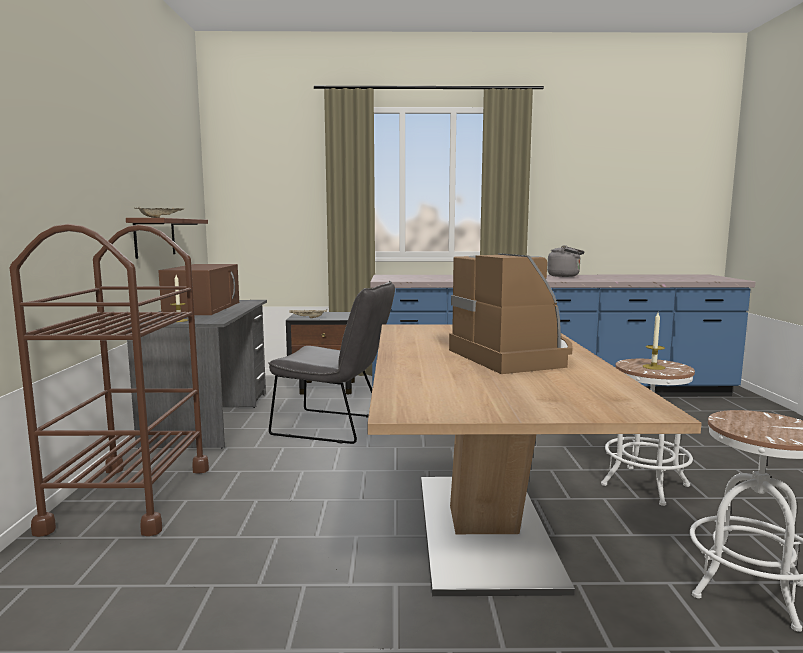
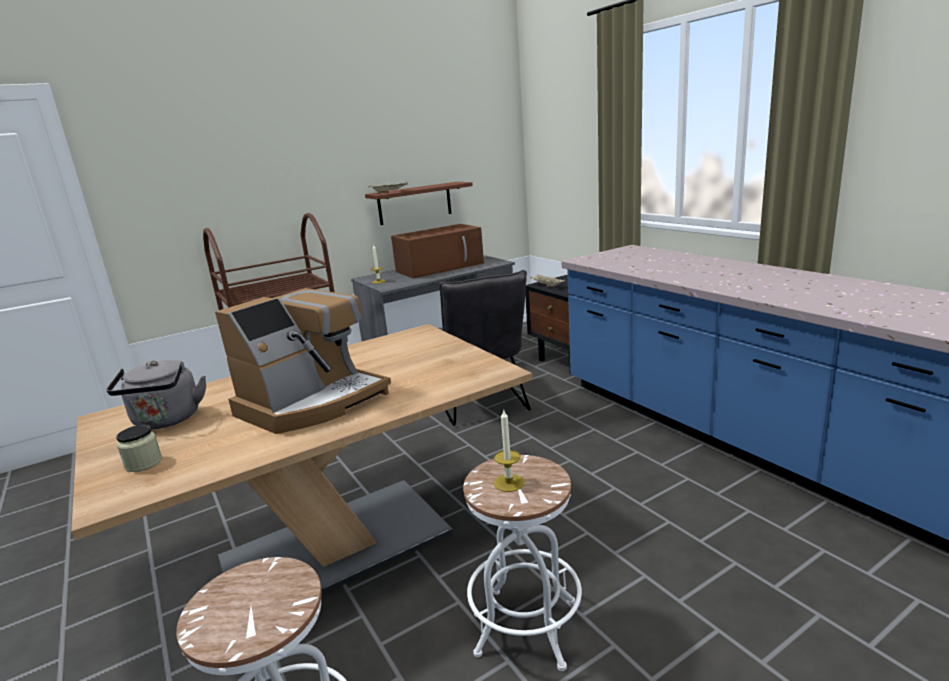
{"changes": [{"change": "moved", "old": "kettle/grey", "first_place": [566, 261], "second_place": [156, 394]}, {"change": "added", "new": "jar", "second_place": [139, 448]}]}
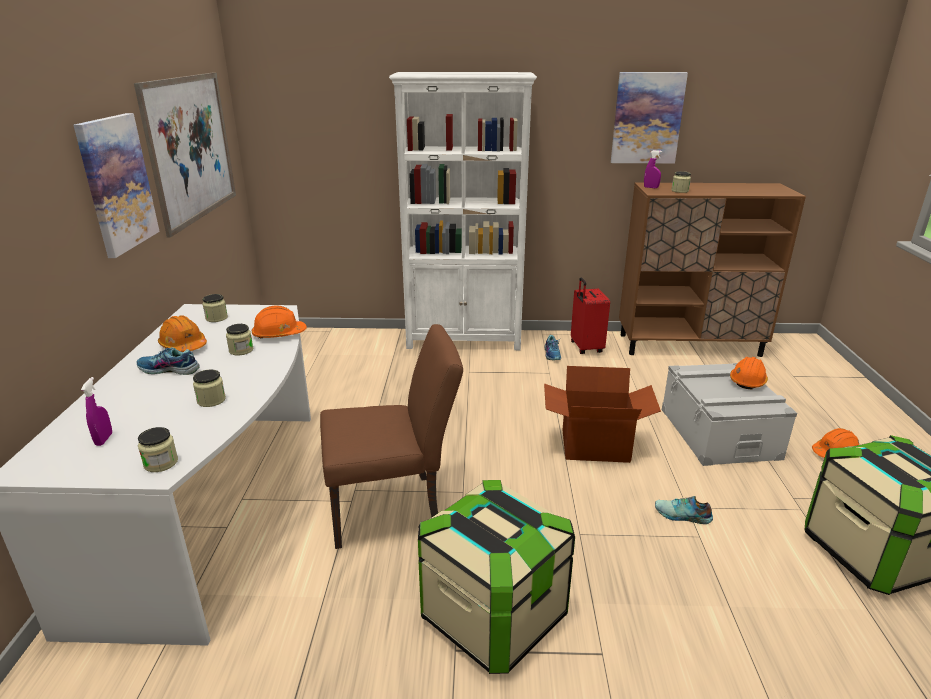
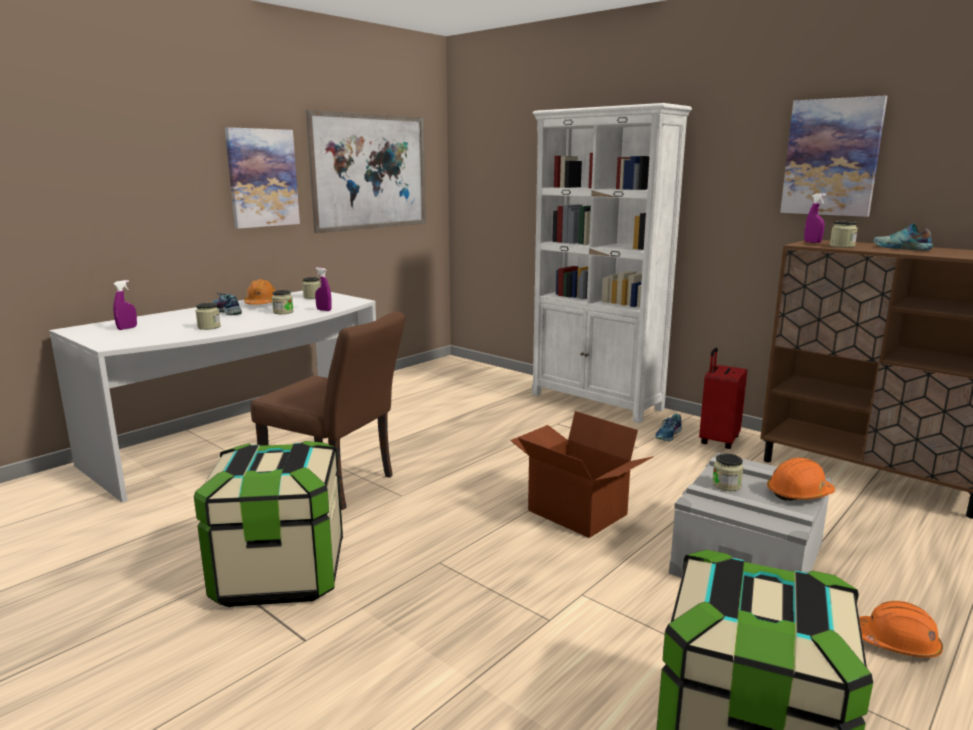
{"changes": [{"change": "replaced", "old": "hard hat/orange", "new": "spray bottle/purple", "first_place": [279, 322], "second_place": [323, 289]}, {"change": "moved", "old": "jar", "first_place": [158, 449], "second_place": [728, 472]}, {"change": "moved", "old": "shoe", "first_place": [684, 510], "second_place": [903, 237]}]}
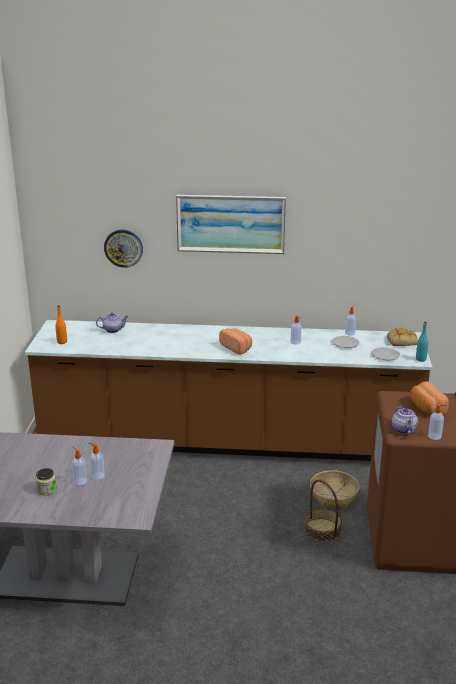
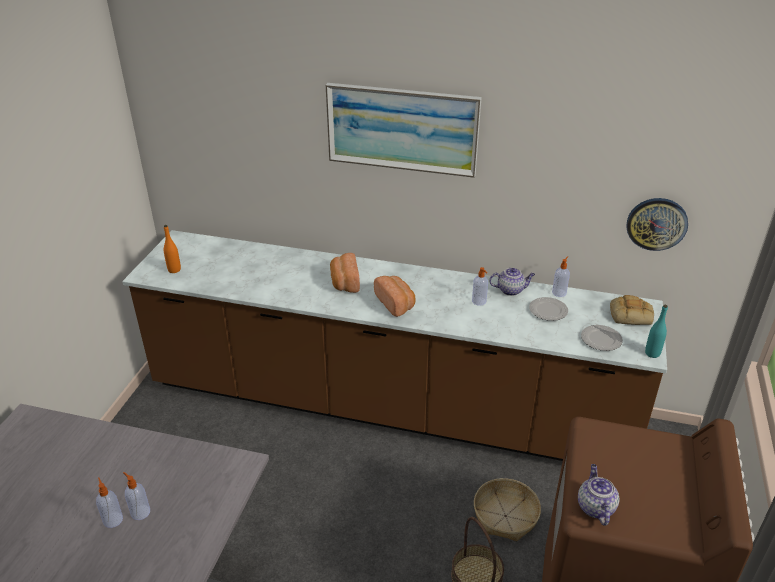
{"changes": [{"change": "moved", "old": "wall clock", "first_place": [123, 249], "second_place": [657, 224]}, {"change": "moved", "old": "teapot", "first_place": [112, 323], "second_place": [512, 282]}, {"change": "moved", "old": "bread", "first_place": [429, 398], "second_place": [345, 273]}, {"change": "removed", "old": "soap dispenser", "first_place": [437, 422]}, {"change": "removed", "old": "jar", "first_place": [46, 481]}]}
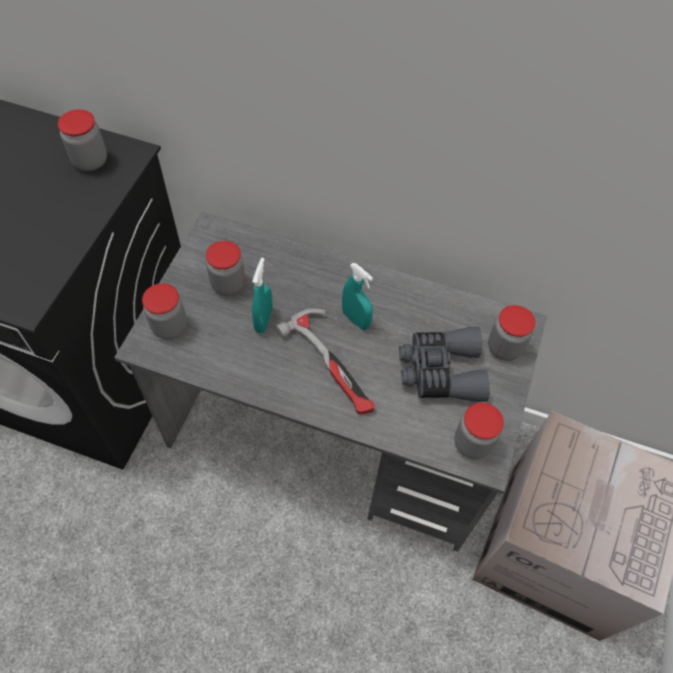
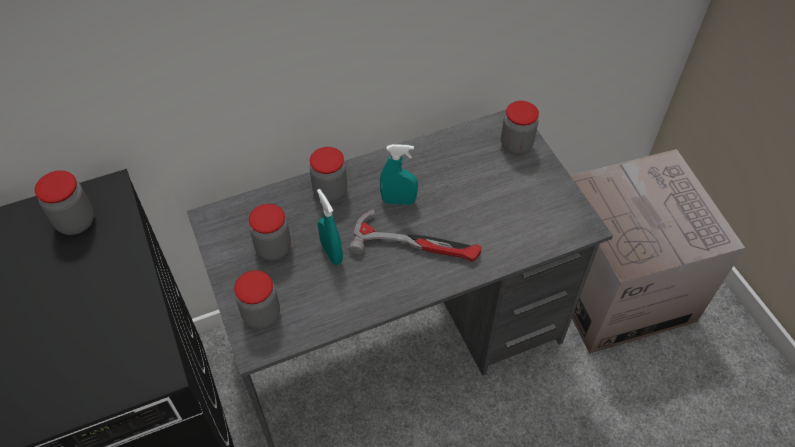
{"changes": [{"change": "removed", "old": "binoculars/grey", "first_place": [444, 364]}, {"change": "moved", "old": "jar", "first_place": [479, 431], "second_place": [328, 174]}]}
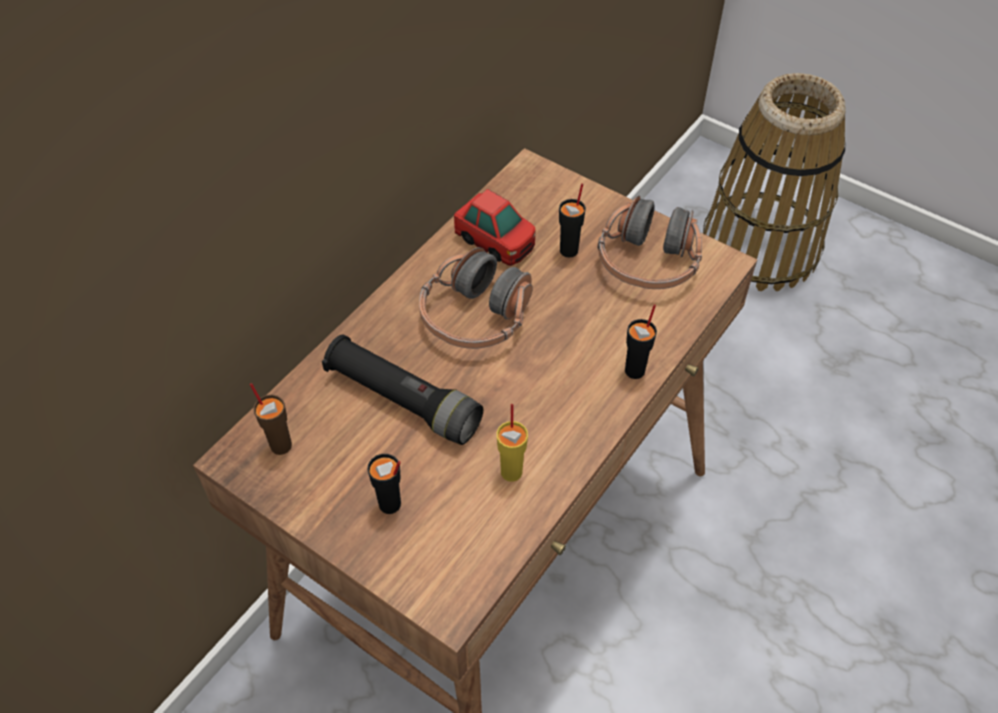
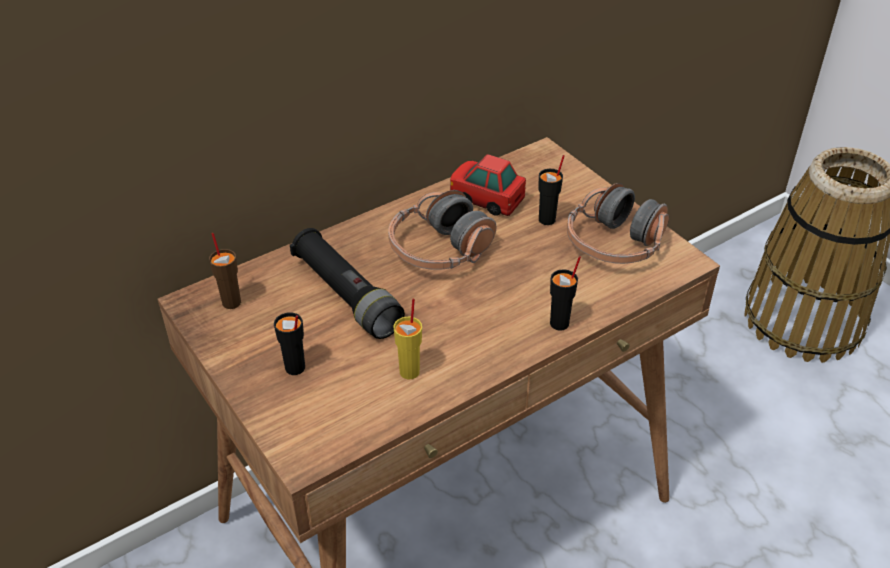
{"changes": [{"change": "turned", "old": "toy car", "first_place": [495, 227], "second_place": [488, 185], "degrees": 150}]}
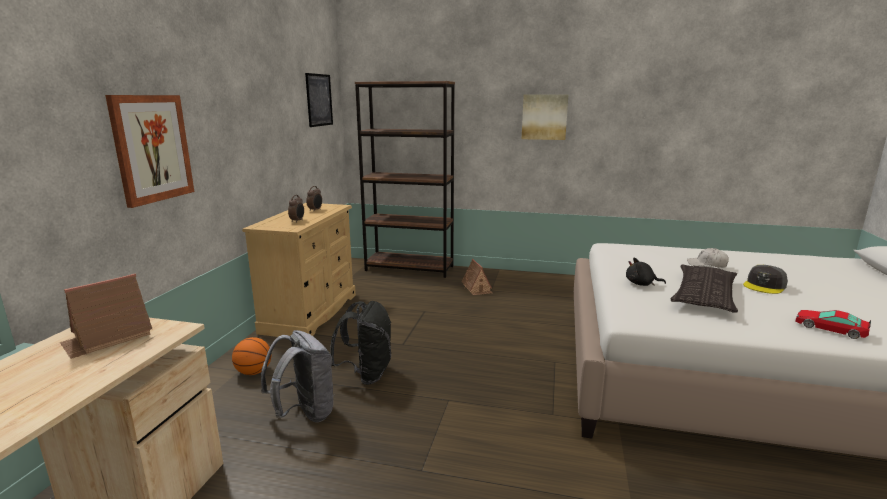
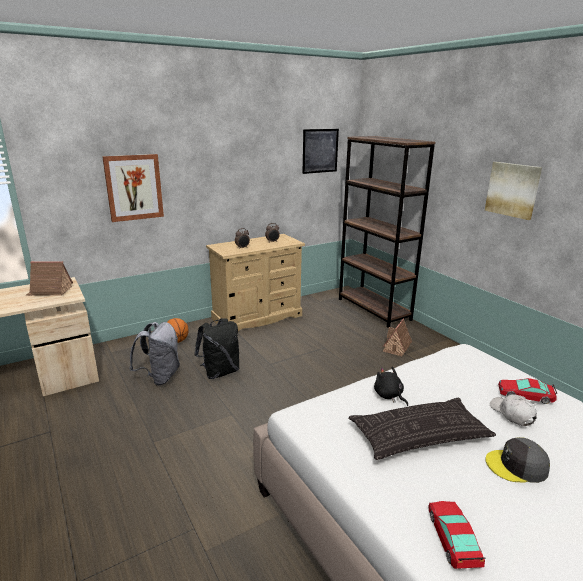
{"changes": [{"change": "added", "new": "toy car", "second_place": [527, 391]}]}
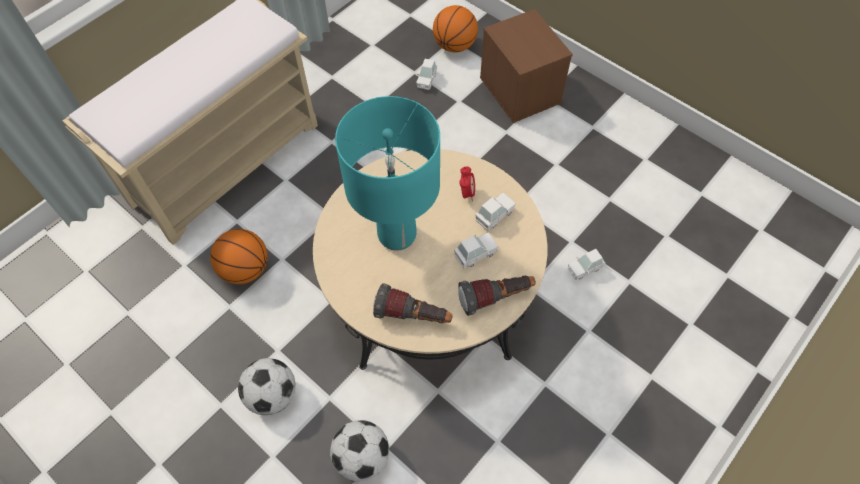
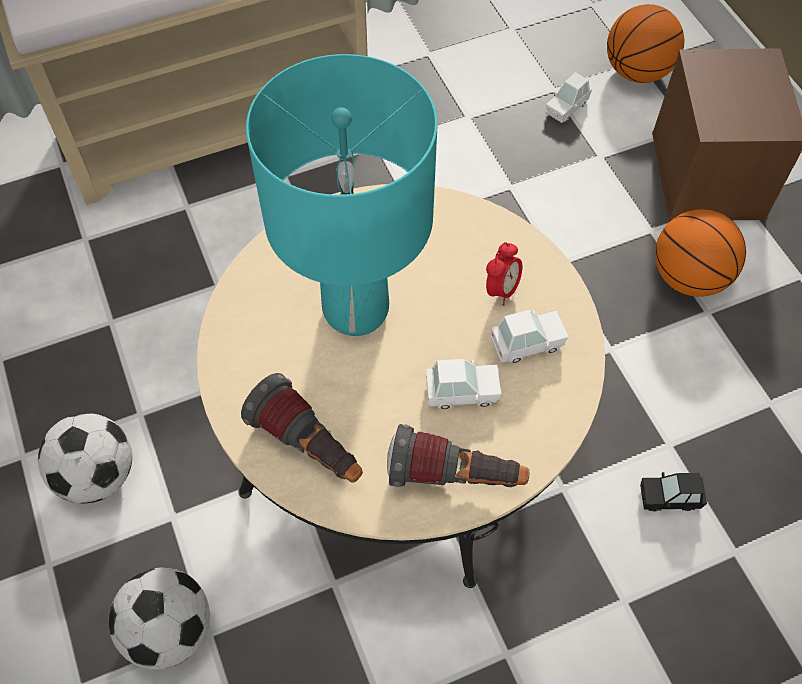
{"changes": [{"change": "moved", "old": "basketball", "first_place": [239, 256], "second_place": [700, 253]}, {"change": "recoloured", "old": "toy car/white", "new": "toy car/black", "first_place": [586, 264], "second_place": [673, 492]}]}
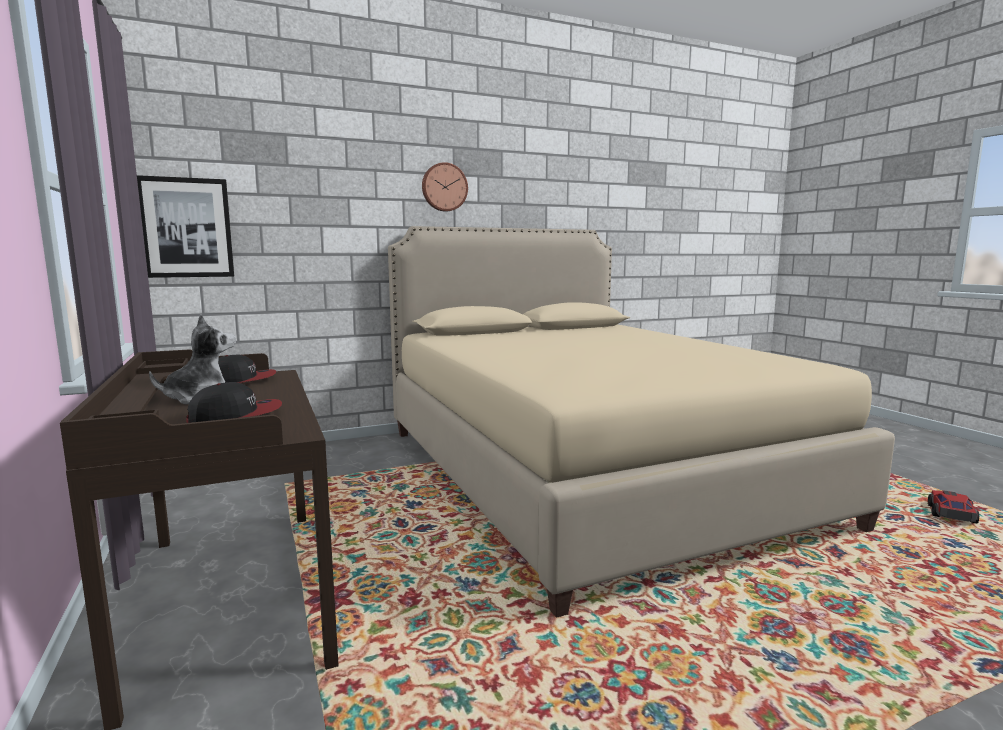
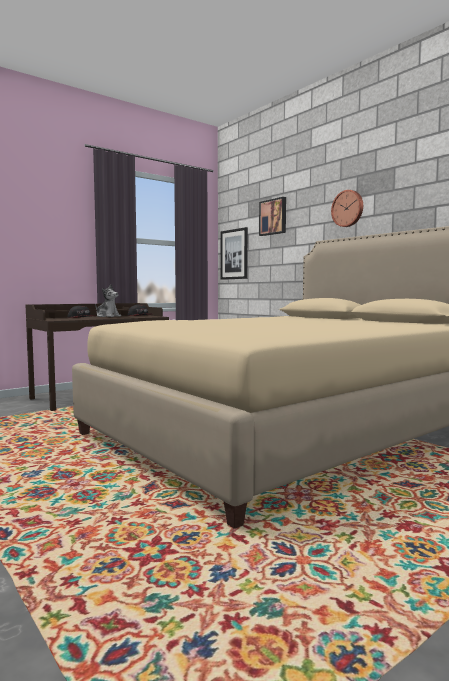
{"changes": [{"change": "removed", "old": "toy car", "first_place": [953, 506]}, {"change": "added", "new": "picture", "second_place": [272, 216]}]}
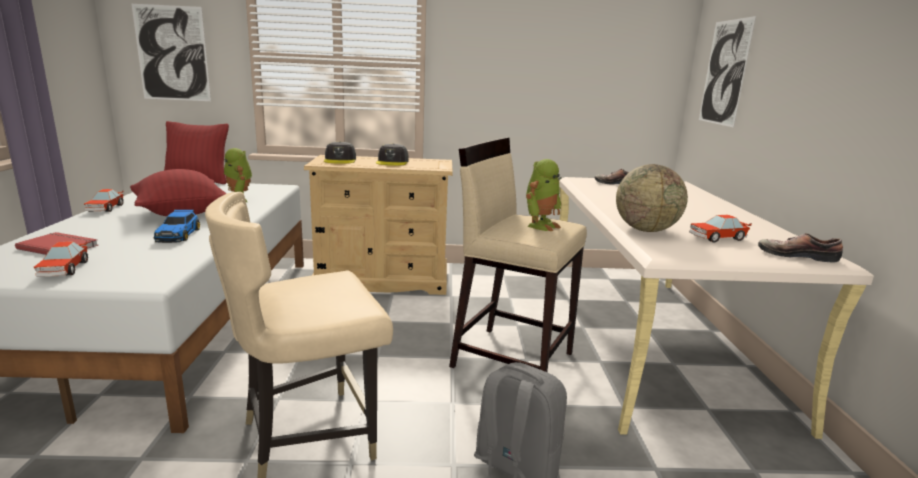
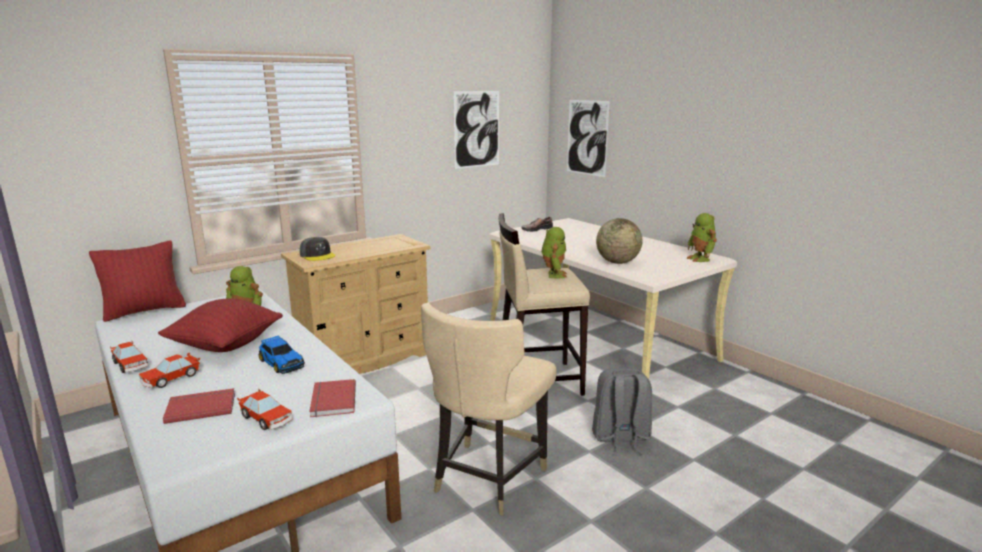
{"changes": [{"change": "moved", "old": "picture", "first_place": [171, 52], "second_place": [476, 130]}, {"change": "removed", "old": "cap/grey", "first_place": [392, 154]}, {"change": "moved", "old": "toy car", "first_place": [720, 229], "second_place": [169, 370]}, {"change": "replaced", "old": "shoe", "new": "toy robot", "first_place": [800, 247], "second_place": [701, 237]}, {"change": "added", "new": "book/red", "second_place": [332, 398]}]}
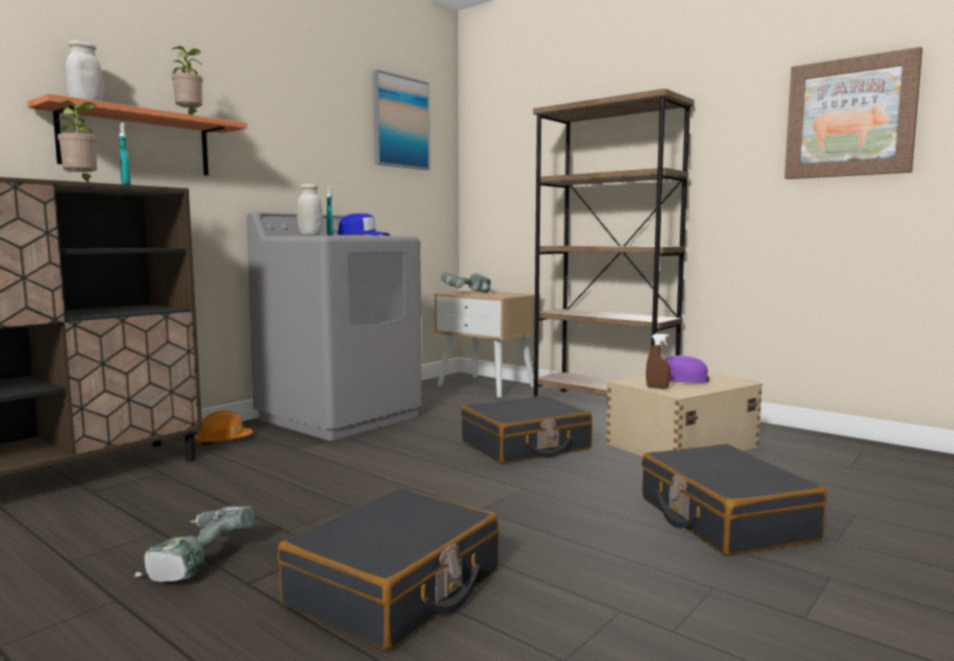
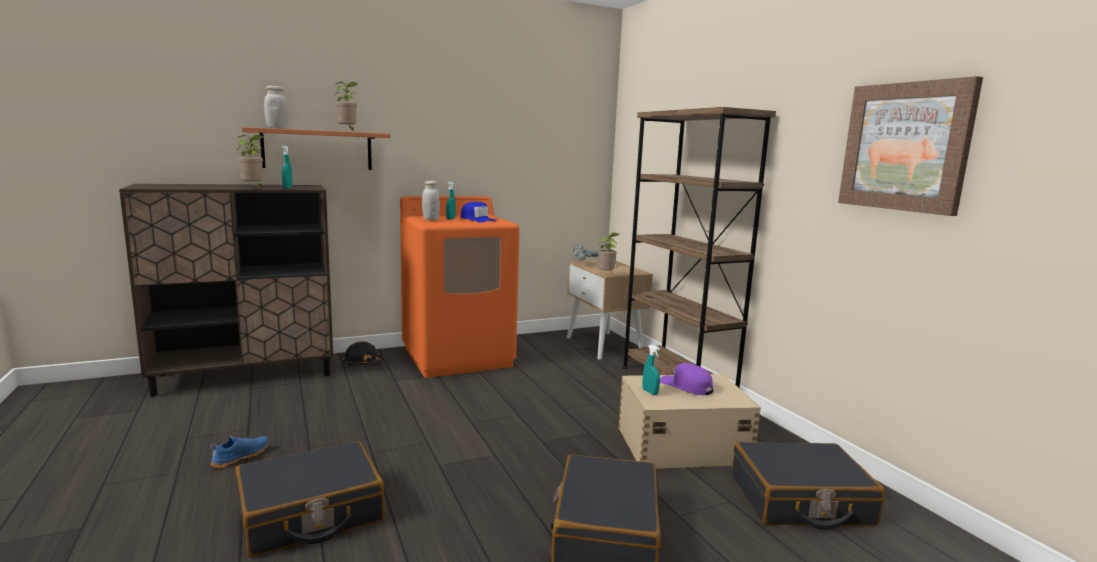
{"changes": [{"change": "removed", "old": "picture", "first_place": [401, 120]}, {"change": "recoloured", "old": "washing machine/grey", "new": "washing machine/orange", "first_place": [334, 326], "second_place": [460, 287]}, {"change": "recoloured", "old": "spray bottle/brown", "new": "spray bottle/turquoise", "first_place": [658, 361], "second_place": [651, 370]}, {"change": "moved", "old": "suitcase/black", "first_place": [526, 429], "second_place": [808, 486]}, {"change": "recoloured", "old": "hard hat/orange", "new": "hard hat/black", "first_place": [224, 428], "second_place": [363, 353]}, {"change": "replaced", "old": "power drill", "new": "shoe/blue", "first_place": [195, 544], "second_place": [239, 452]}, {"change": "added", "new": "potted plant", "second_place": [608, 252]}]}
